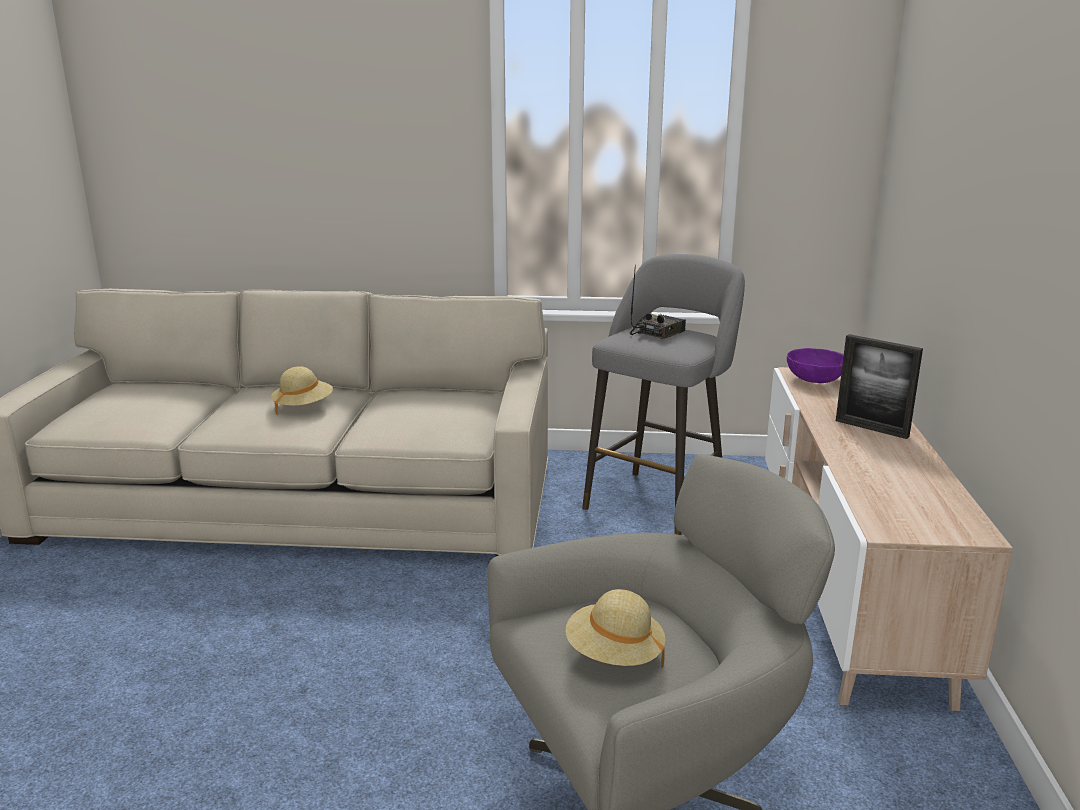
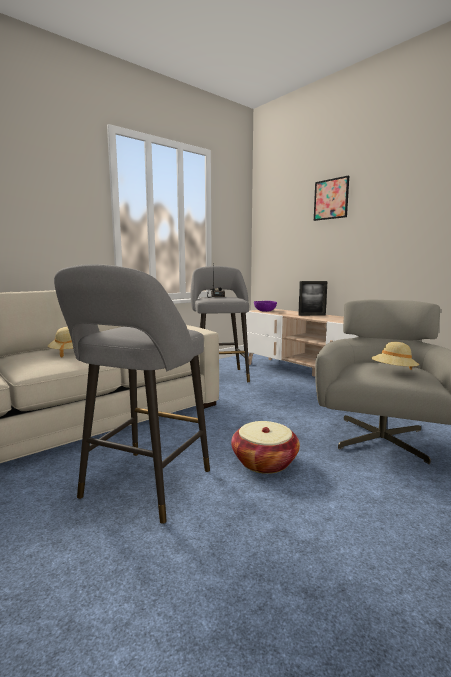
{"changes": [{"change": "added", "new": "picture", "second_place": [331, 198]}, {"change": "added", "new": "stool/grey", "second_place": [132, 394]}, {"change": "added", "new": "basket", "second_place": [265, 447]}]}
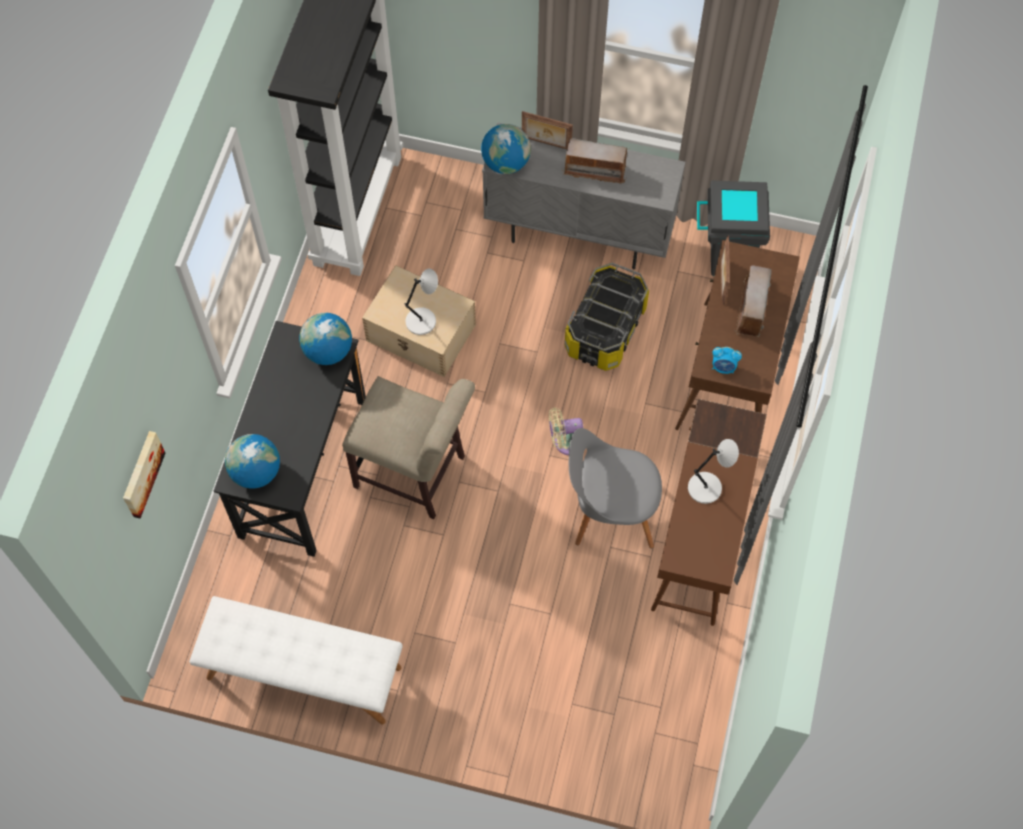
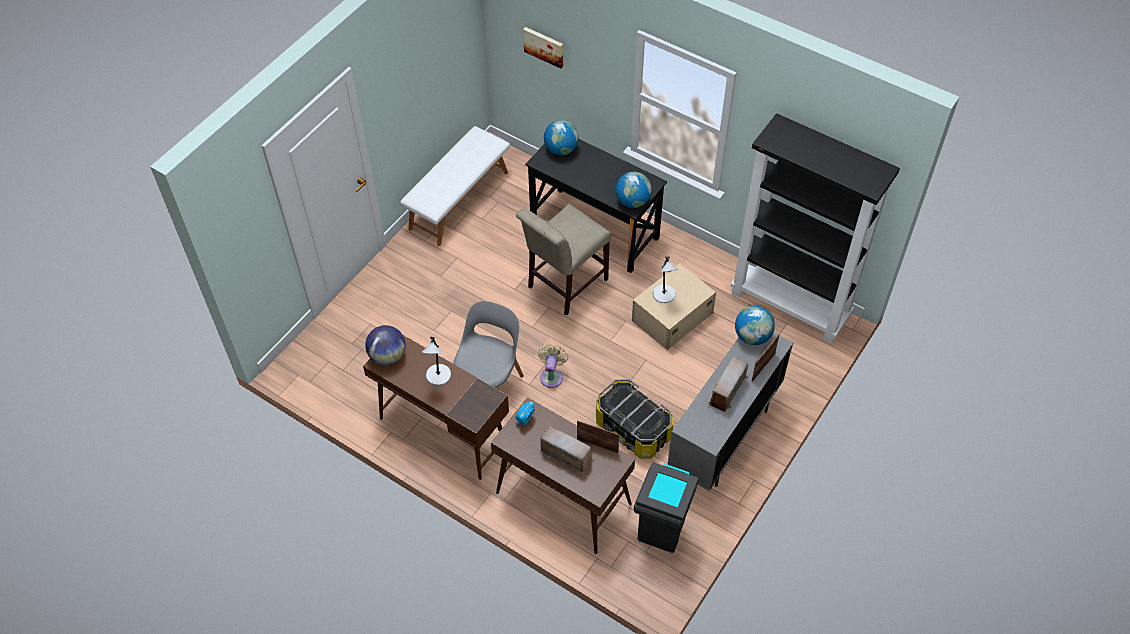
{"changes": [{"change": "added", "new": "globe", "second_place": [385, 345]}]}
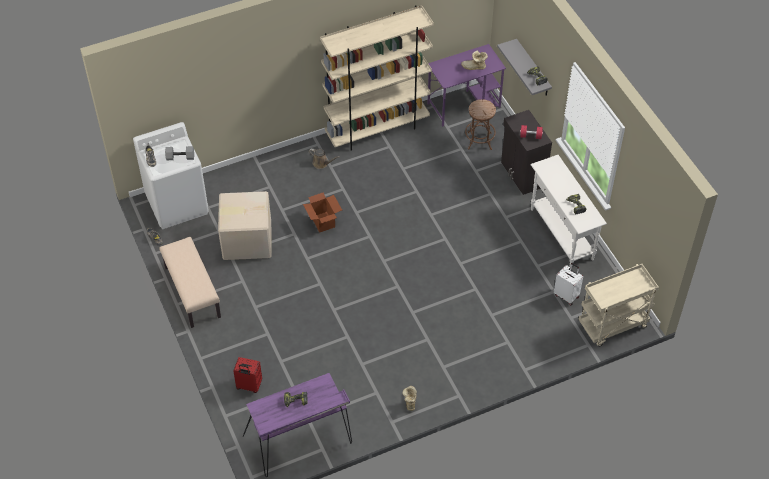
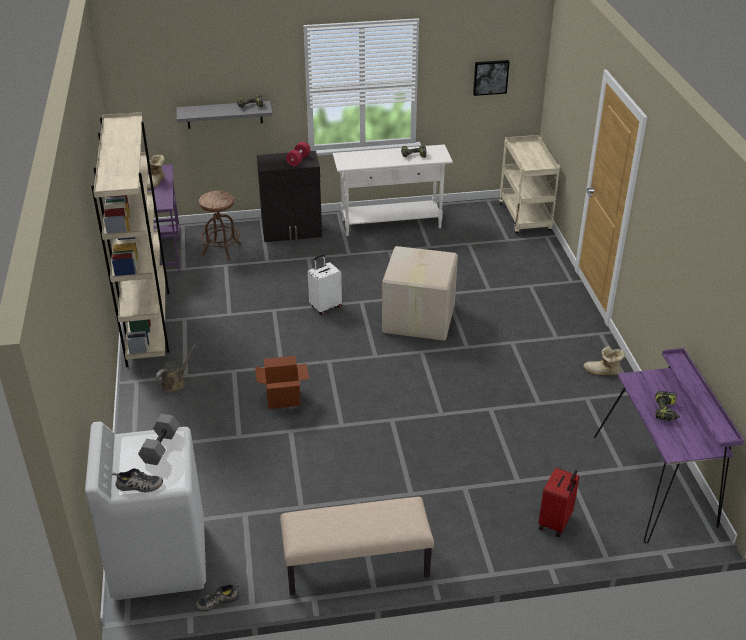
{"changes": [{"change": "moved", "old": "cardboard box", "first_place": [245, 225], "second_place": [420, 293]}, {"change": "moved", "old": "suitcase/white", "first_place": [568, 284], "second_place": [325, 284]}, {"change": "added", "new": "picture", "second_place": [491, 78]}]}
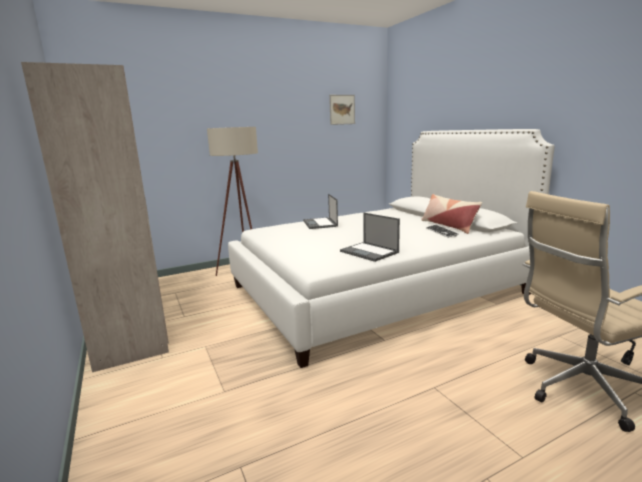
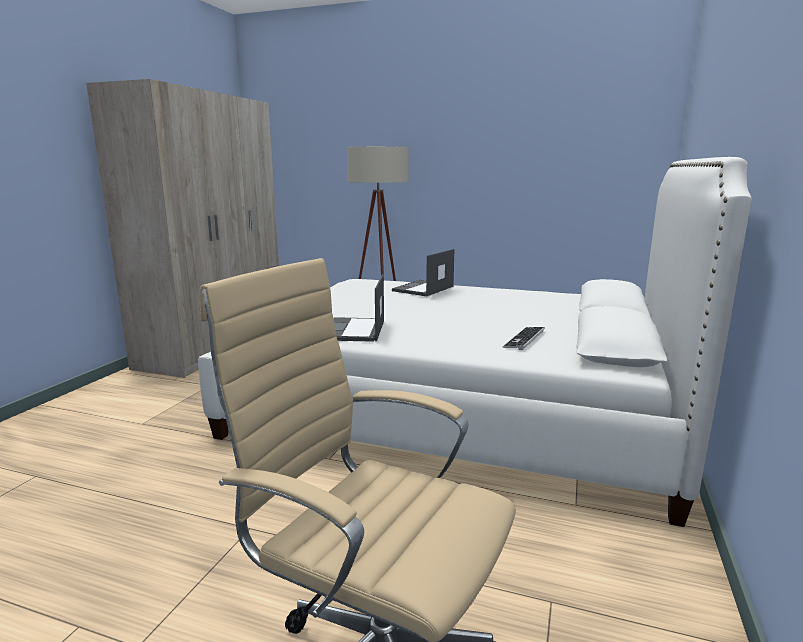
{"changes": [{"change": "removed", "old": "picture", "first_place": [342, 110]}, {"change": "removed", "old": "pillow", "first_place": [451, 214]}]}
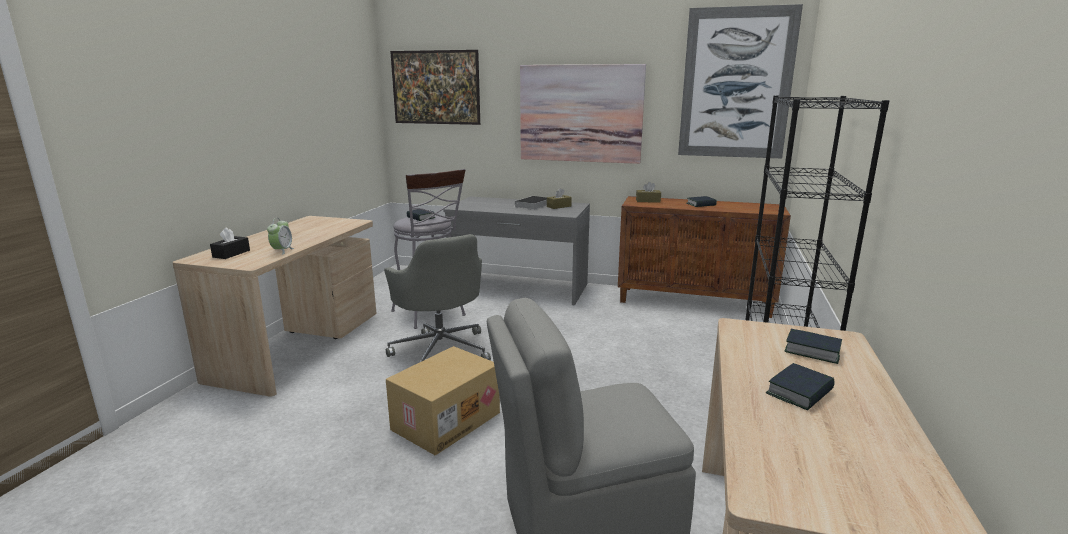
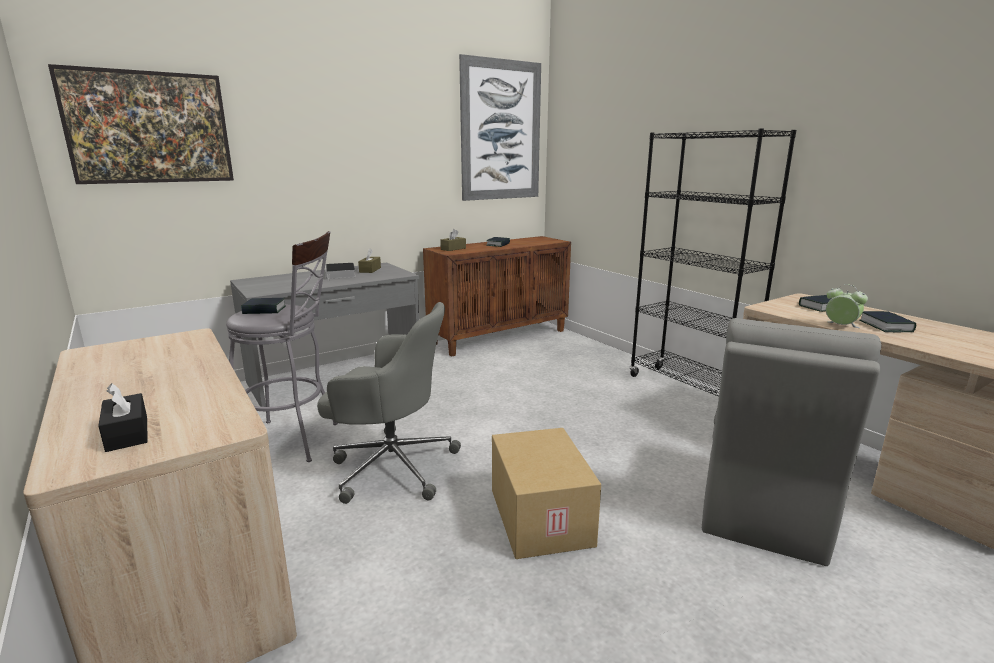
{"changes": [{"change": "removed", "old": "picture", "first_place": [583, 114]}, {"change": "moved", "old": "alarm clock", "first_place": [280, 236], "second_place": [847, 306]}]}
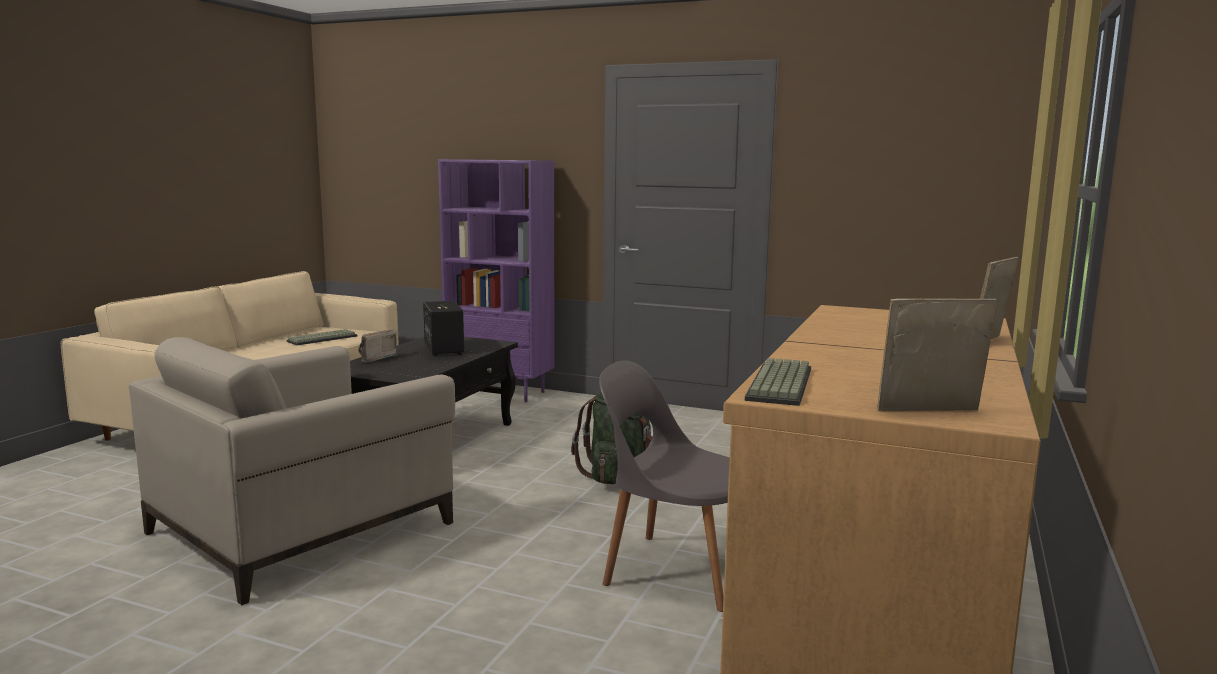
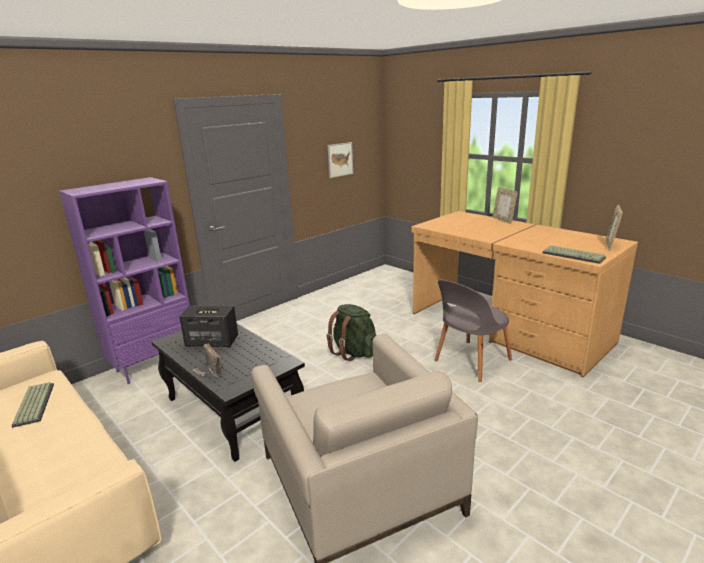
{"changes": [{"change": "added", "new": "picture", "second_place": [340, 160]}]}
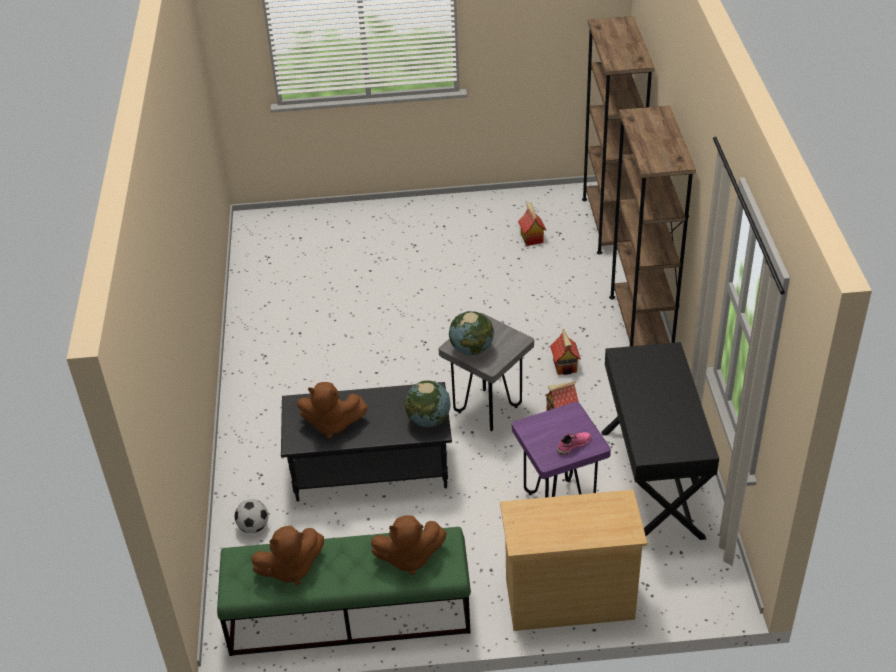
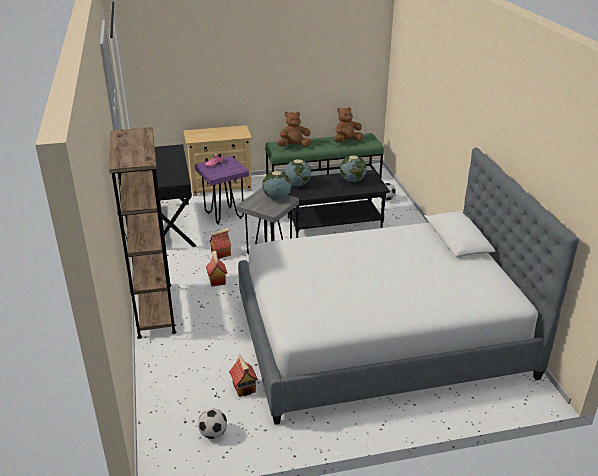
{"changes": [{"change": "removed", "old": "bookcase/brown", "first_place": [618, 135]}, {"change": "replaced", "old": "plush toy/brown", "new": "globe", "first_place": [332, 410], "second_place": [353, 168]}, {"change": "added", "new": "bed", "second_place": [408, 286]}, {"change": "added", "new": "football", "second_place": [212, 424]}]}
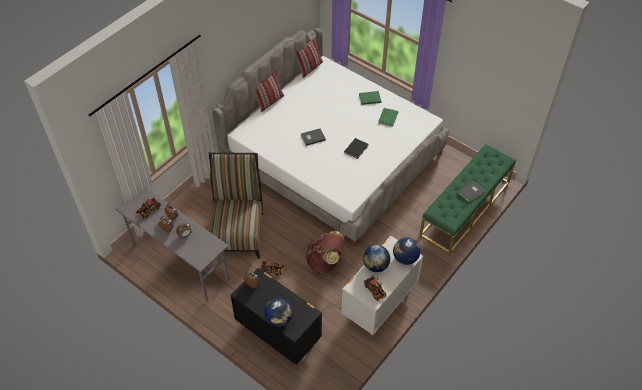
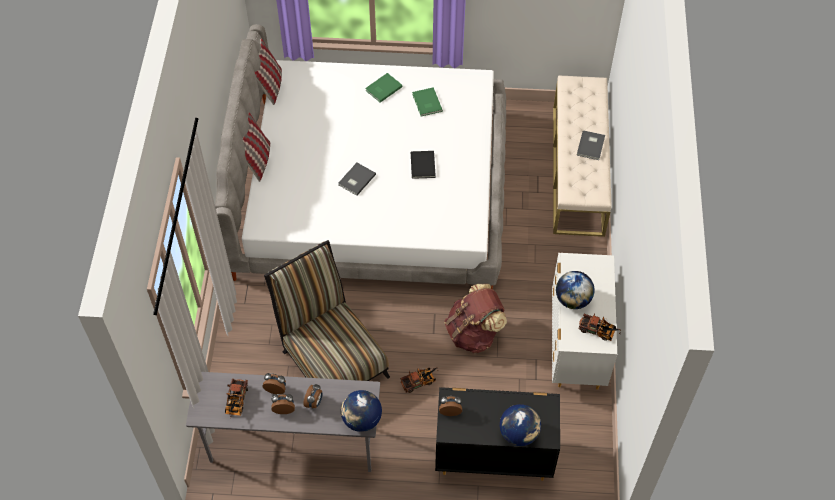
{"changes": [{"change": "recoloured", "old": "bench/green", "new": "bench/beige", "first_place": [467, 199], "second_place": [582, 156]}, {"change": "moved", "old": "globe", "first_place": [406, 251], "second_place": [361, 411]}]}
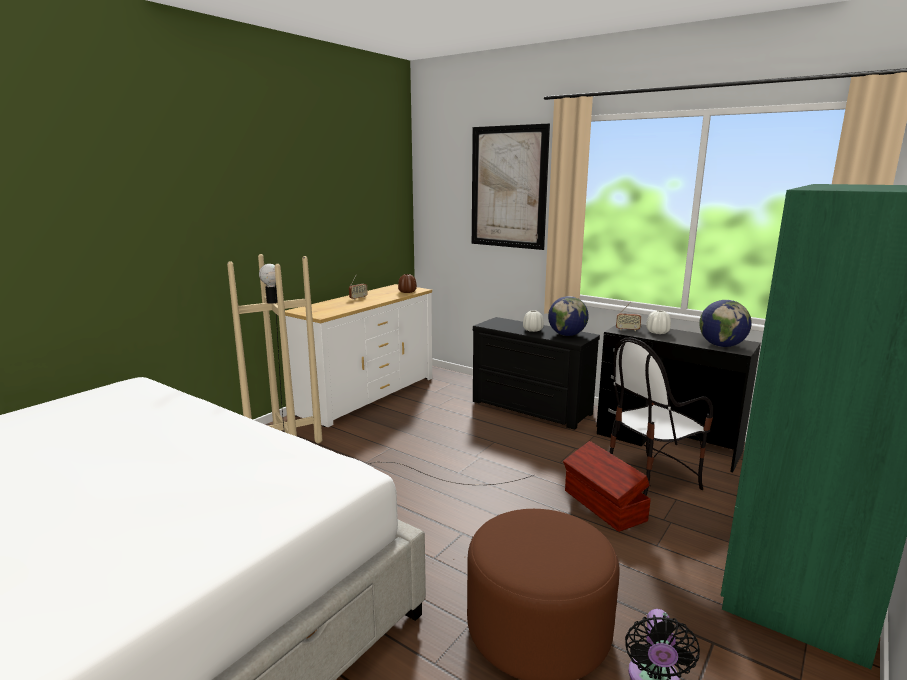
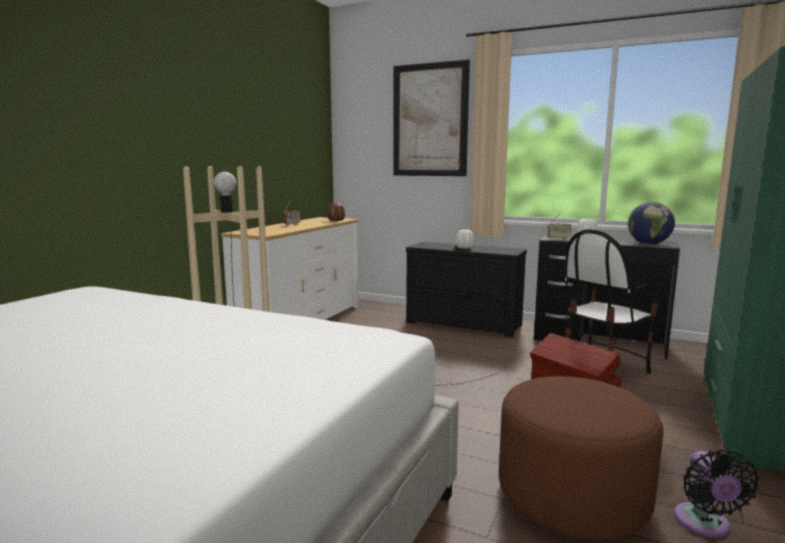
{"changes": [{"change": "removed", "old": "globe", "first_place": [568, 316]}]}
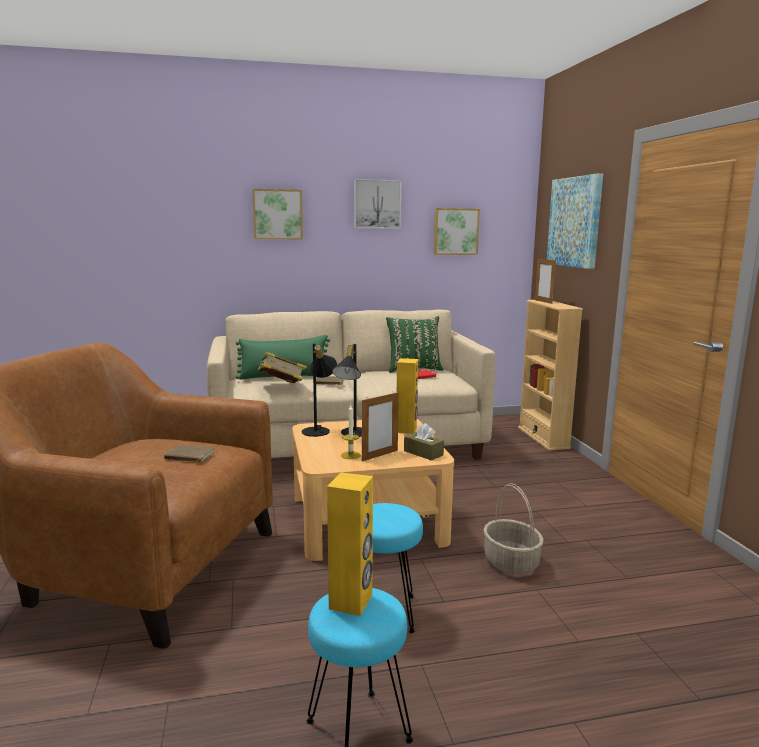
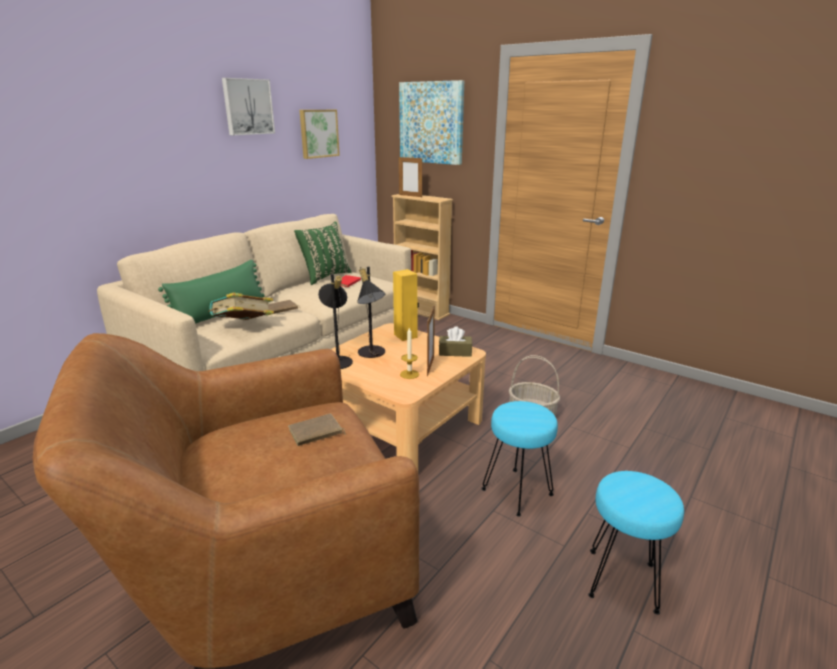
{"changes": [{"change": "removed", "old": "picture", "first_place": [277, 214]}, {"change": "removed", "old": "speaker/yellow", "first_place": [350, 544]}]}
